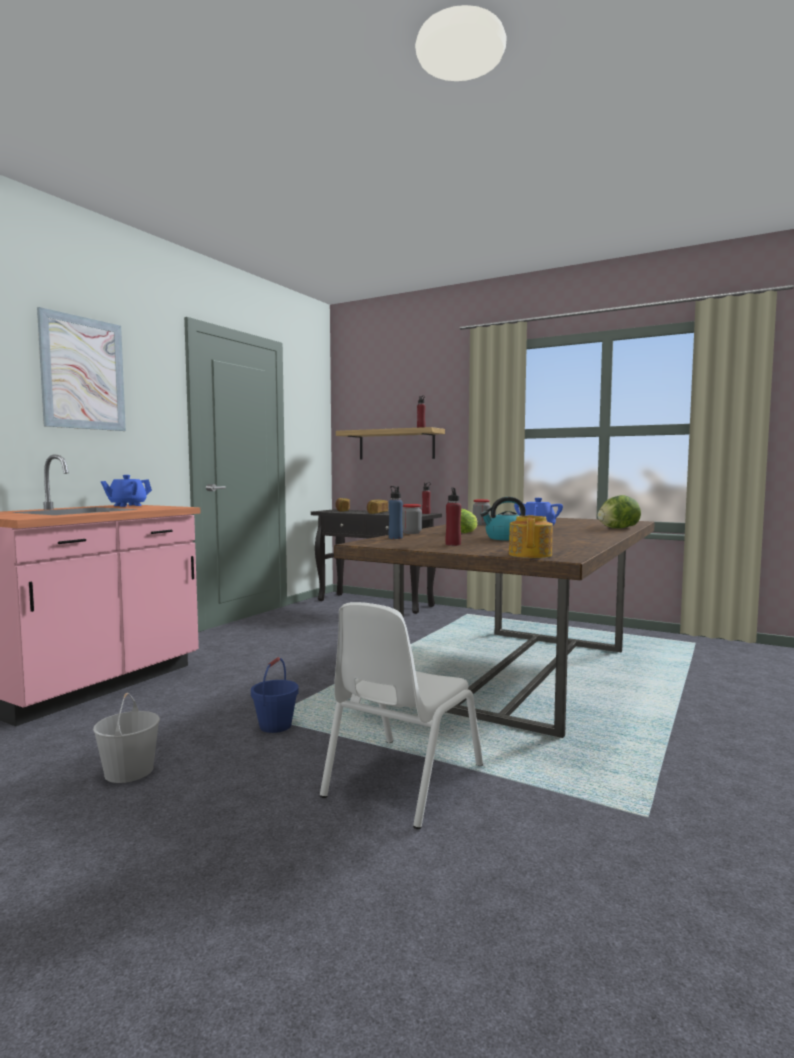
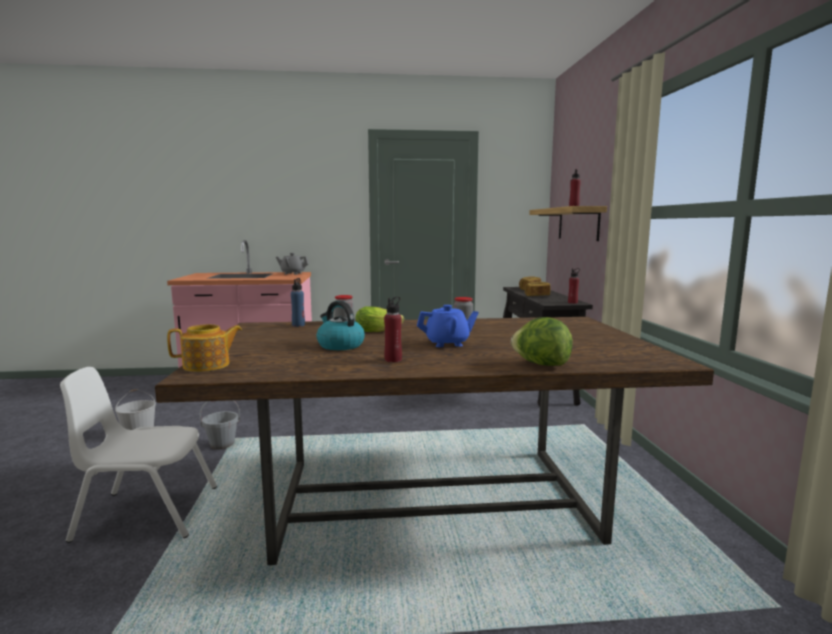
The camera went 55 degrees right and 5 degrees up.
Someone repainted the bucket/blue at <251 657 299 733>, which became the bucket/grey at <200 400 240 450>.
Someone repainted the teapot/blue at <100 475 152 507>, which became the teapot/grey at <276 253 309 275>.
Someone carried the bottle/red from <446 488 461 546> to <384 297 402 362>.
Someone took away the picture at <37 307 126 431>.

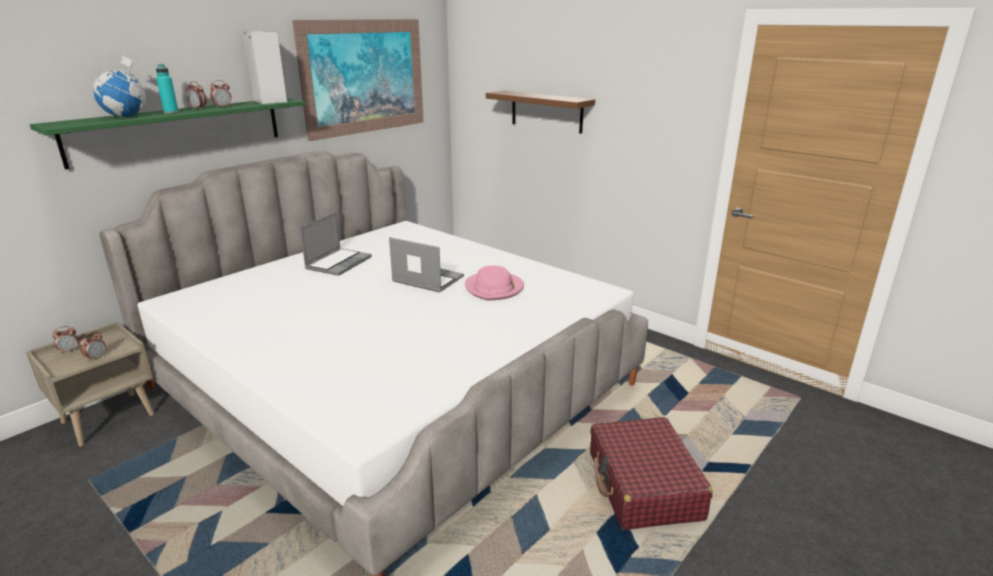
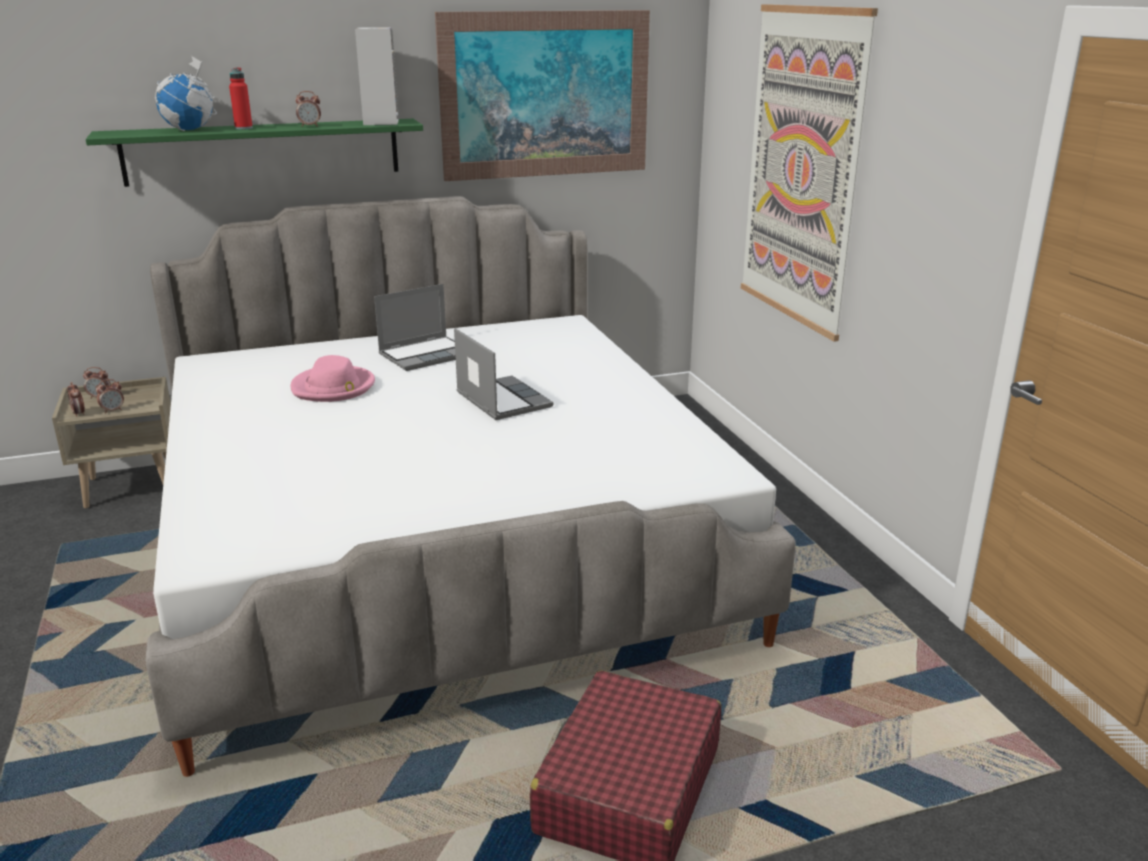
The camera went 30 degrees right and 0 degrees up.
Someone carried the alarm clock from <187 81 207 109> to <67 382 85 417>.
Someone repainted the bottle/turquoise at <156 64 179 113>, which became the bottle/red at <229 67 253 130>.
Someone carried the hat/pink from <465 266 524 301> to <291 355 375 402>.
Someone swapped the shelf/brown at <486 90 595 134> for the picture at <741 4 878 342>.

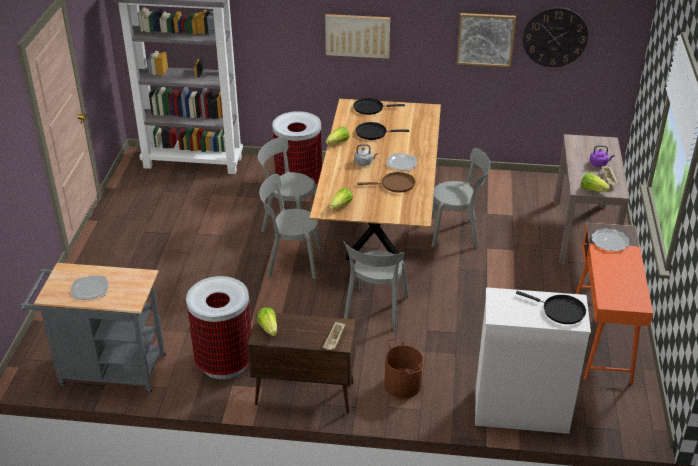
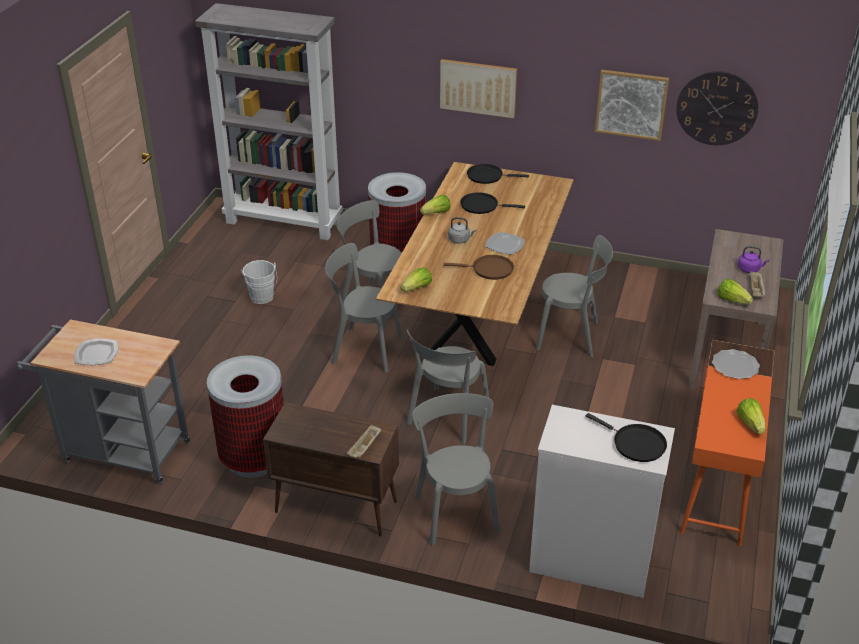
The camera went 10 degrees right and 0 degrees up.
Someone put down the bucket/white at <241 260 277 304>.
Someone swapped the bucket/brown at <384 337 423 398> for the chair/grey at <412 393 500 545>.
Someone carried the lettuce from <257 307 277 336> to <736 398 766 434>.

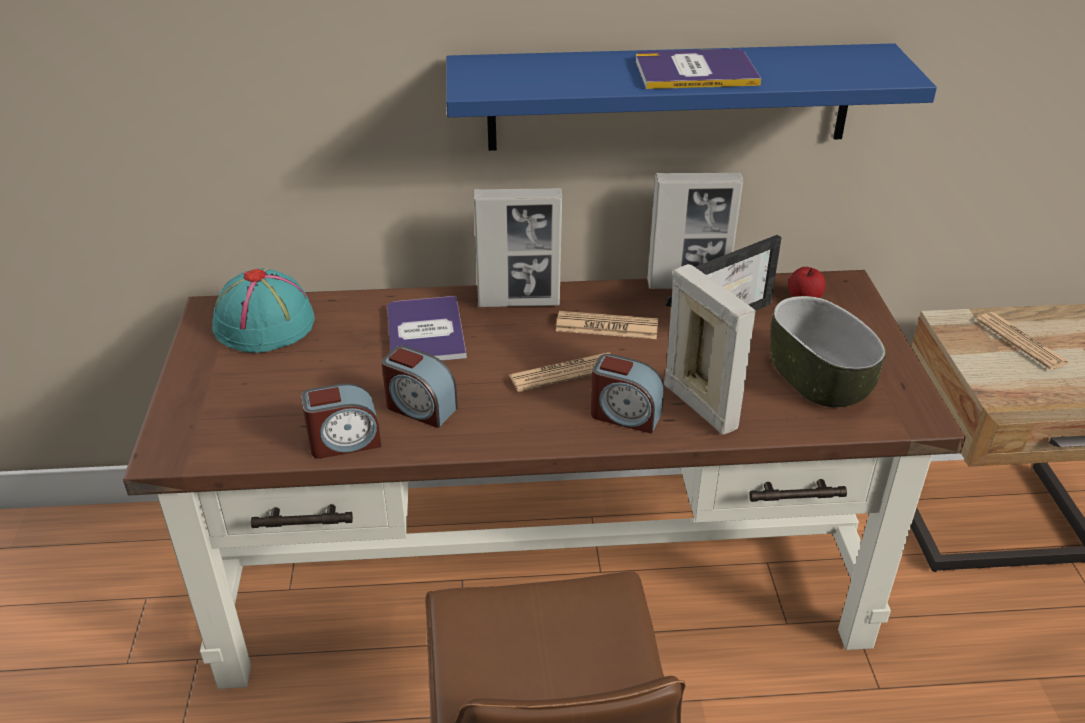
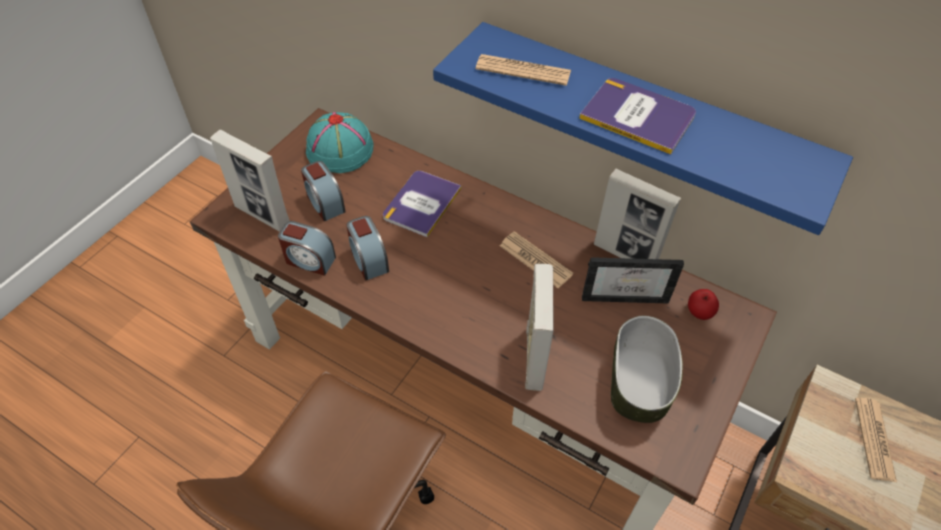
The camera went 35 degrees right and 15 degrees up.
Someone carried the picture frame from <474 188 562 307> to <210 130 290 232>.
Someone carried the alarm clock from <591 354 664 434> to <301 161 346 221>.
Someone carried the newspaper from <509 352 611 392> to <476 54 571 86>.

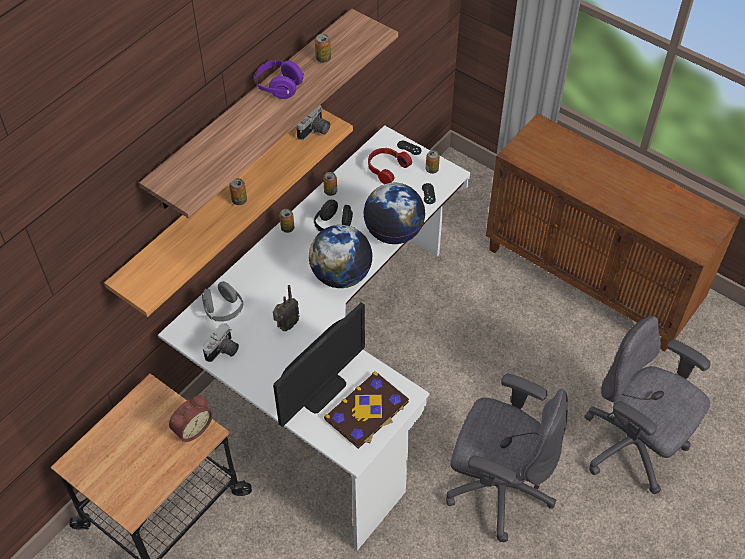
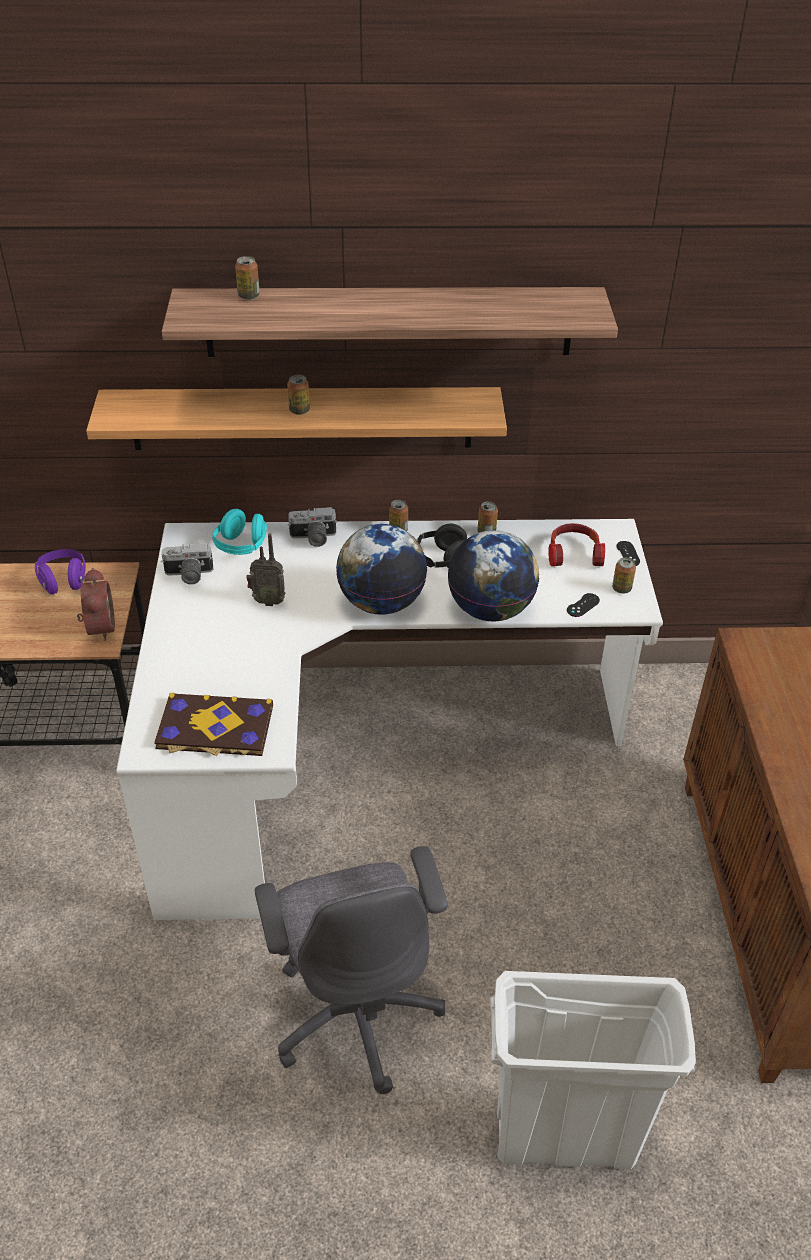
The camera went 50 degrees right and 10 degrees down.
Someone carried the headphones/purple from <255 60 304 99> to <35 549 86 595>.
Someone rotated the alarm clock at <169 395 213 442> by 105 degrees counterclockwise.
Someone repainted the headphones/grey at <202 281 244 322>, which became the headphones/turquoise at <212 509 267 555>.
Someone carried the can from <315 34 331 63> to <235 256 260 300>.
Someone carried the photo camera from <296 105 330 140> to <288 507 337 547>.
Someone swapped the office chair/grey at <584 316 710 494> for the trash can/white at <490 971 696 1169>.
Someone took away the monitor at <273 302 365 427>.

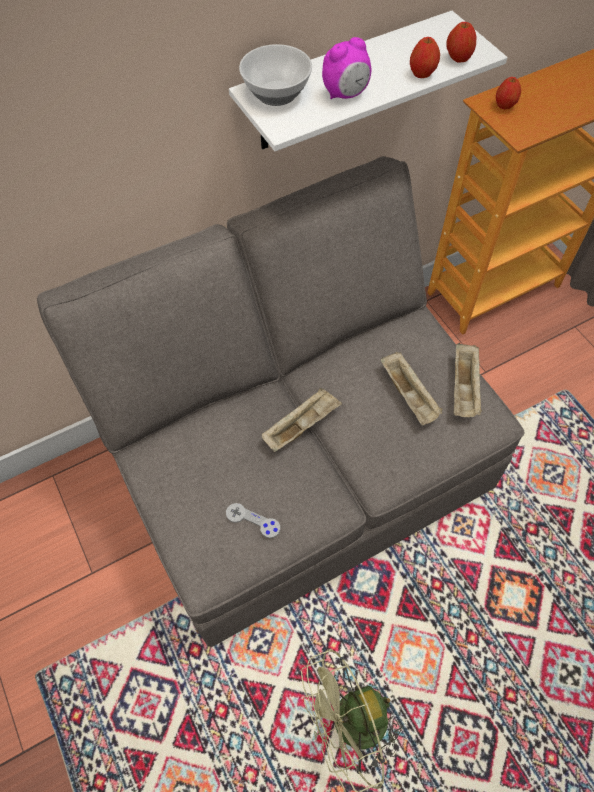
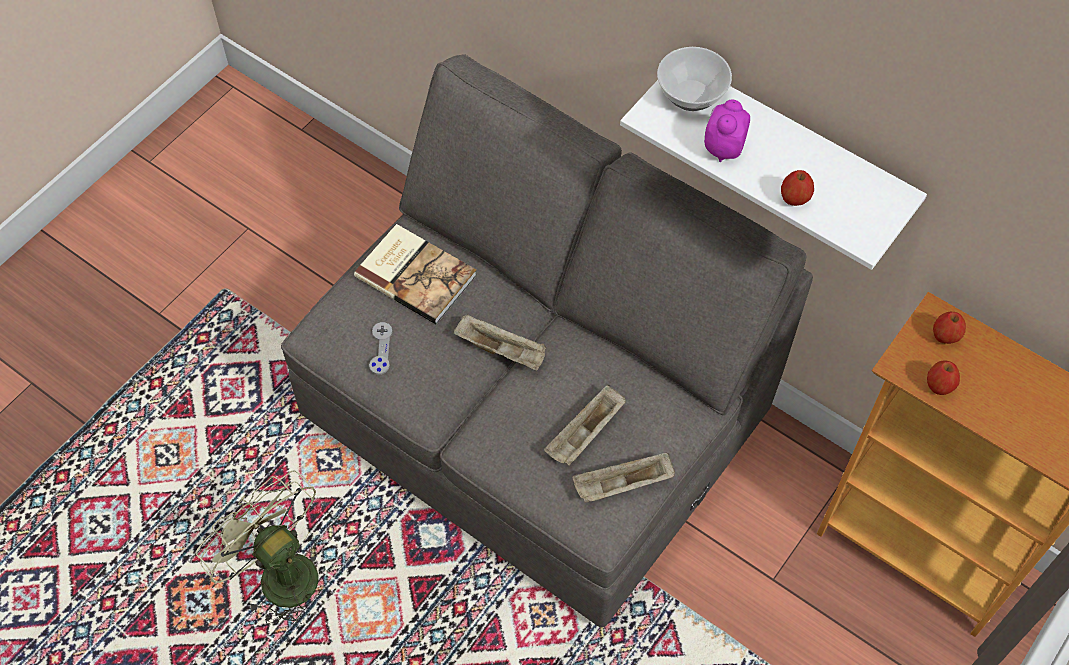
The camera went 65 degrees right and 0 degrees up.
Someone put down the book at <354 224 477 324>.
Someone rotated the alarm clock at <322 37 372 99> by 75 degrees clockwise.
Someone carried the apple from <446 22 476 62> to <927 360 960 395>.

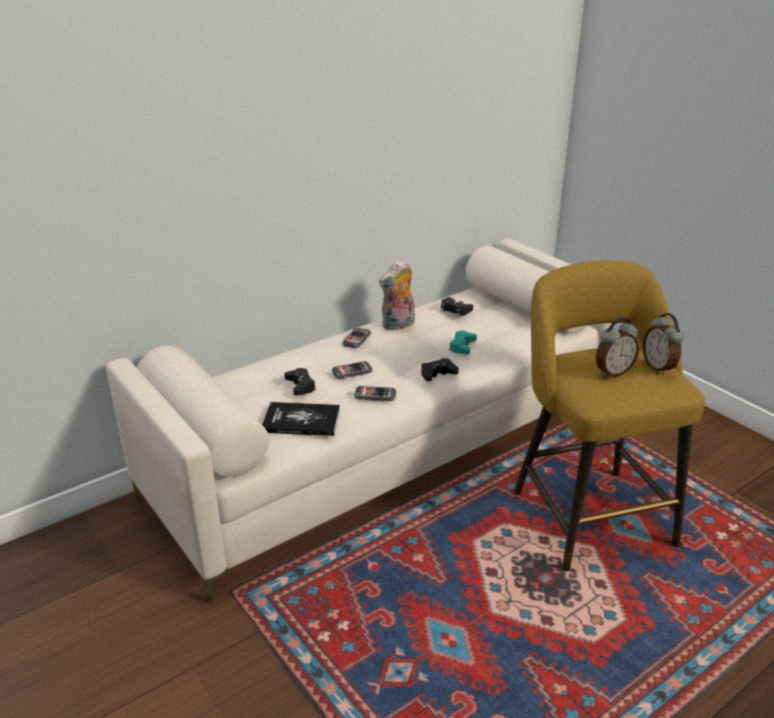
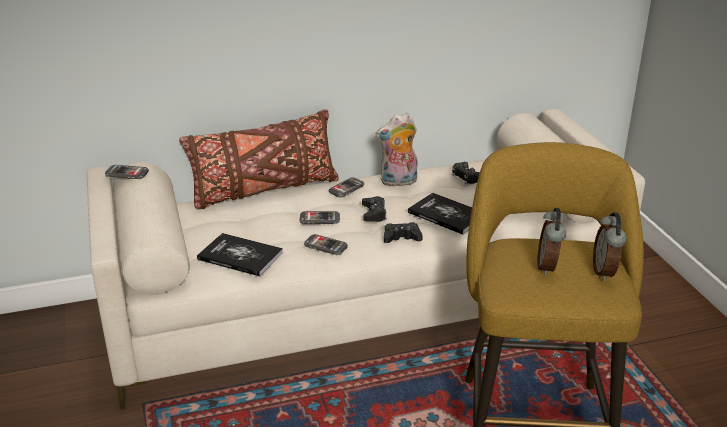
The camera went 20 degrees right and 0 degrees up.
Someone put down the phone at <105 165 149 179>.
Someone put down the pillow/brown at <179 109 339 209>.
Someone carried the game controller/black from <284 368 316 395> to <362 196 387 222>.
Someone swapped the game controller/turquoise at <449 331 477 354> for the book at <408 193 472 235>.
Someone rotated the alarm clock at <596 318 639 377> by 105 degrees clockwise.

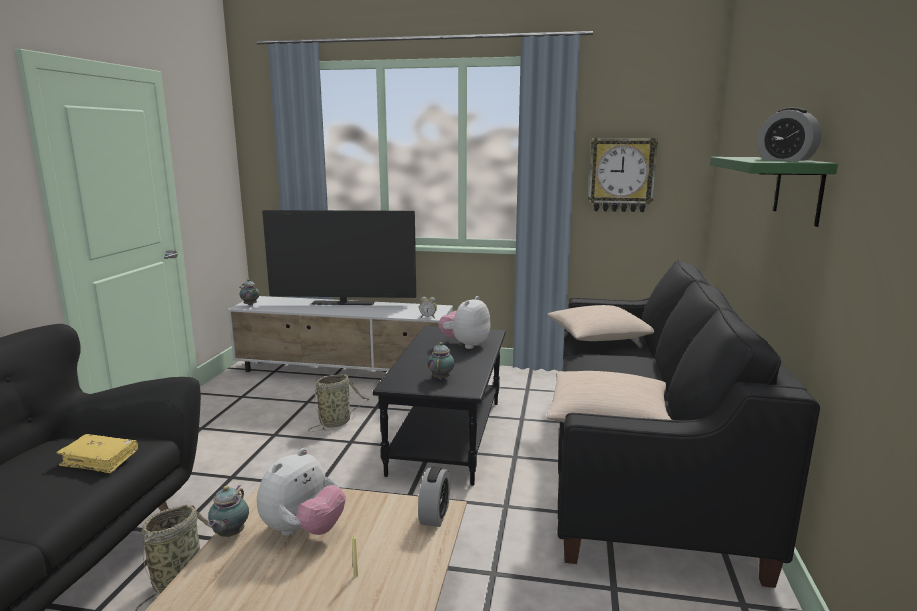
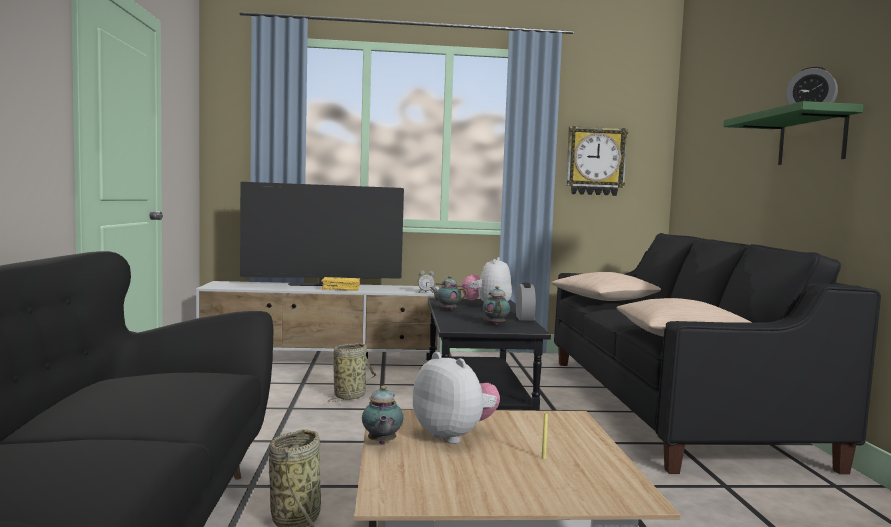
The camera went 15 degrees left and 10 degrees down.
Someone carried the book/yellow from <56 434 138 473> to <321 277 360 291>.
Someone rotated the plush toy at <257 448 346 536> by 60 degrees counterclockwise.
Someone carried the teapot from <240 279 260 306> to <430 276 467 310>.
Someone carried the alarm clock from <418 466 450 527> to <516 283 536 321>.

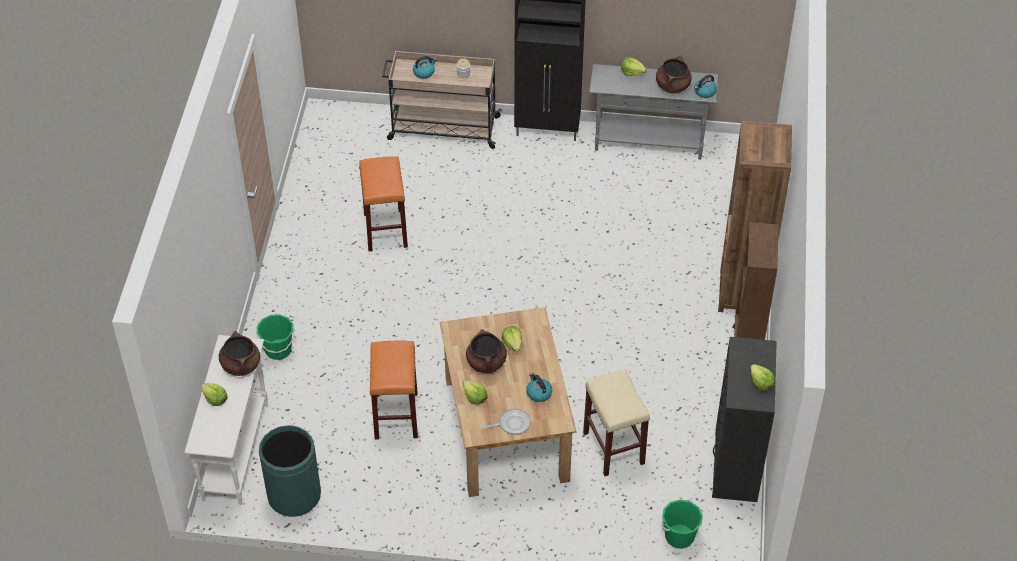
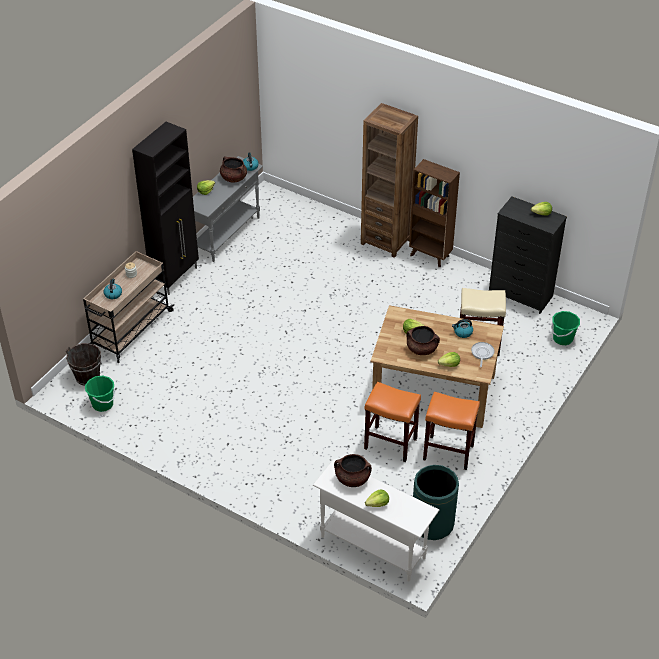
The camera went 65 degrees left and 5 degrees down.
Someone put down the bucket/brown at <66 343 102 386>.
Someone carried the bucket/green from <256 314 295 360> to <85 376 116 412>.
Someone carried the stool/orange from <359 156 408 251> to <423 392 480 470>.

